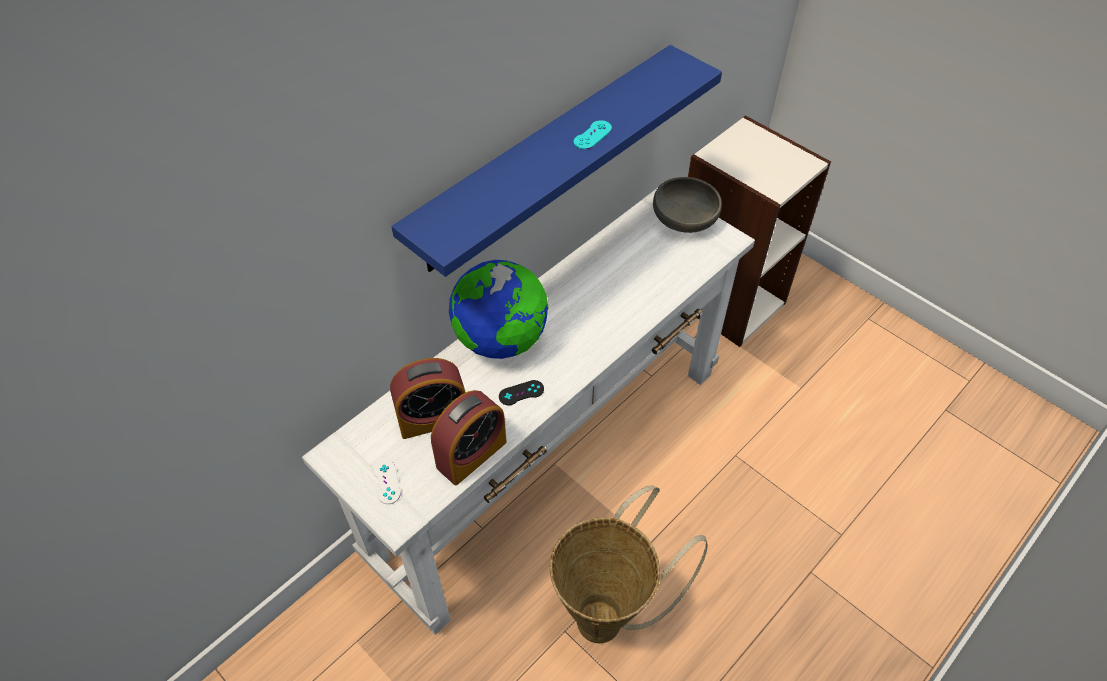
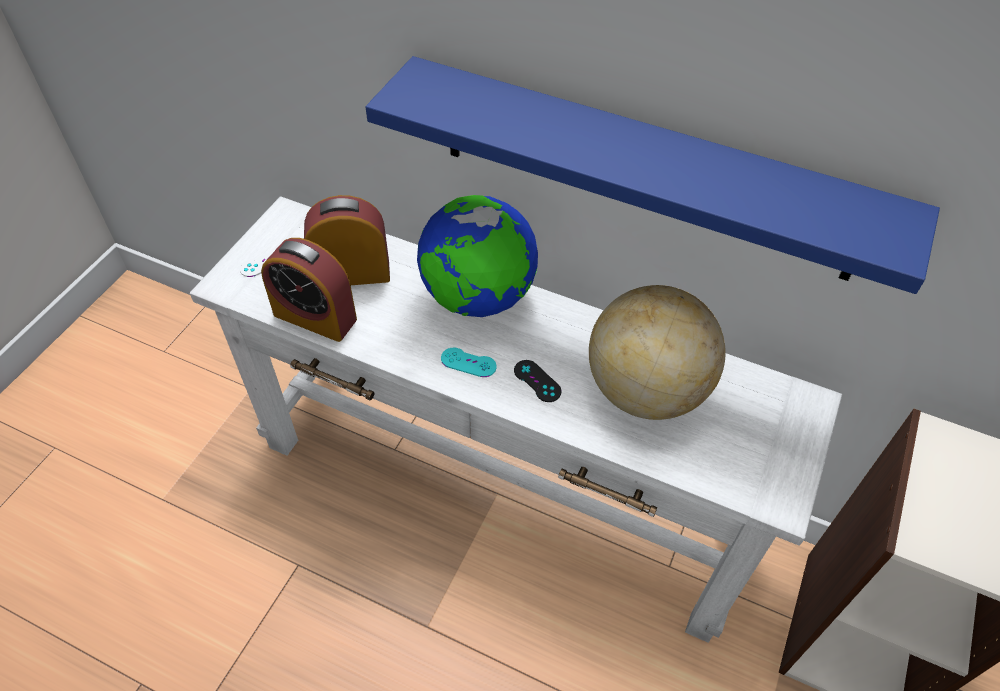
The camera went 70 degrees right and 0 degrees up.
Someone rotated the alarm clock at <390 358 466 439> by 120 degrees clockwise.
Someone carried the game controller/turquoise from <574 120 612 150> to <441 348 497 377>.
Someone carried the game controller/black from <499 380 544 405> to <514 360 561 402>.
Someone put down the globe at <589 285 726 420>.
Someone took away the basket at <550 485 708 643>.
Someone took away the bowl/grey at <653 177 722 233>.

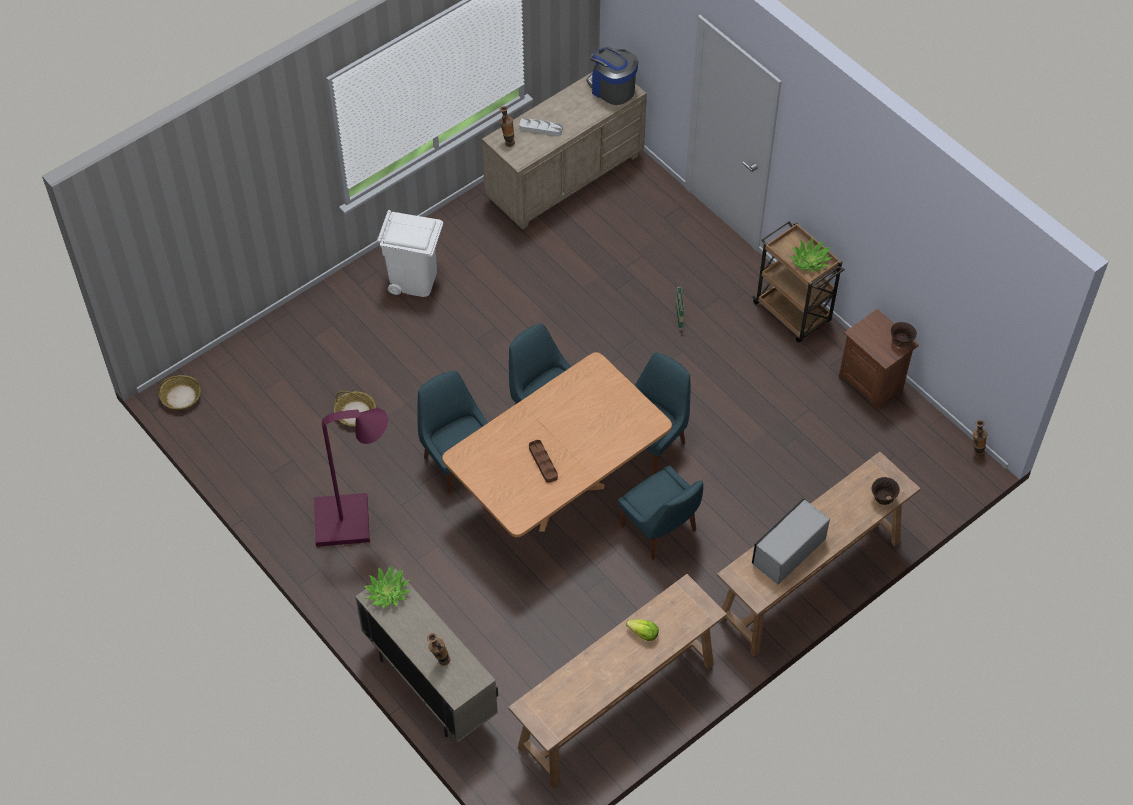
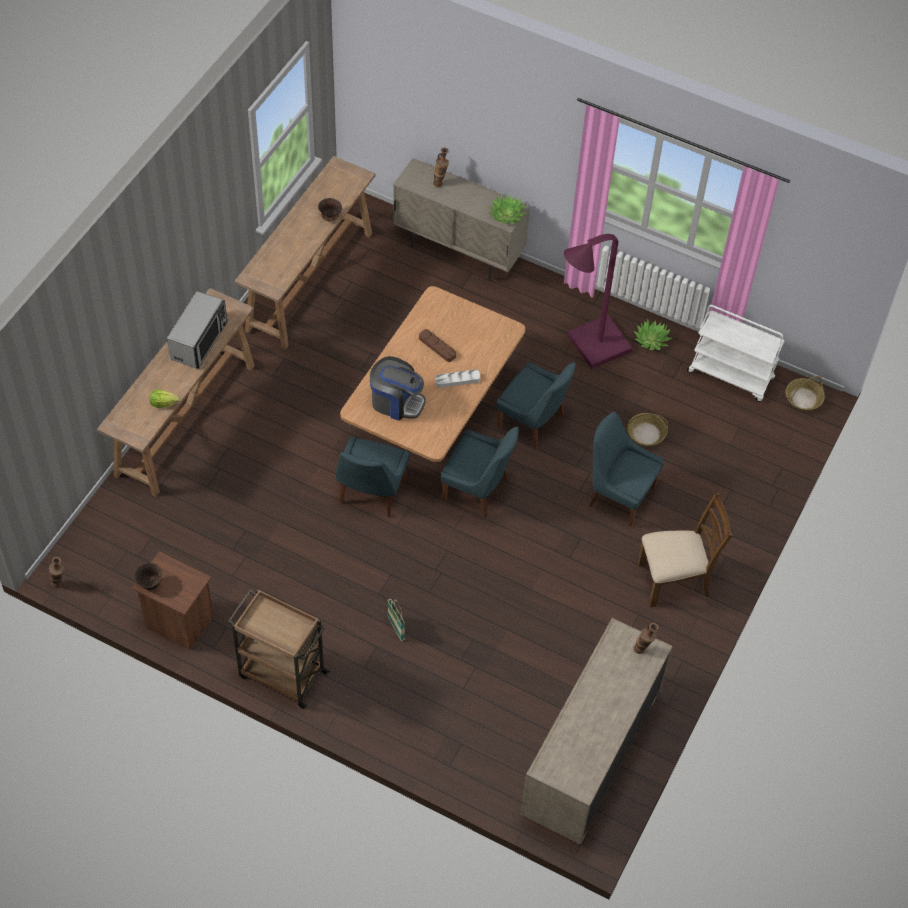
The camera went 155 degrees right and 0 degrees up.
Someone carried the lettuce from <626 619 659 641> to <150 390 180 408>.
Someone carried the bowl/brown from <871 477 900 505> to <318 198 342 222>.
Someone carried the coffee machine from <587 47 639 105> to <370 356 426 421>.
Someone carried the tray/grey from <519 118 563 136> to <435 369 480 388>.
Someone carried the chair/blue from <618 465 703 560> to <589 412 664 527>.
Someone carried the potted plant from <790 237 832 272> to <633 319 672 350>.
Someone swapped the trash can/white at <377 210 443 297> for the chair/brown at <637 492 733 607>.
Someone put down the cart/white at <687 305 784 402>.

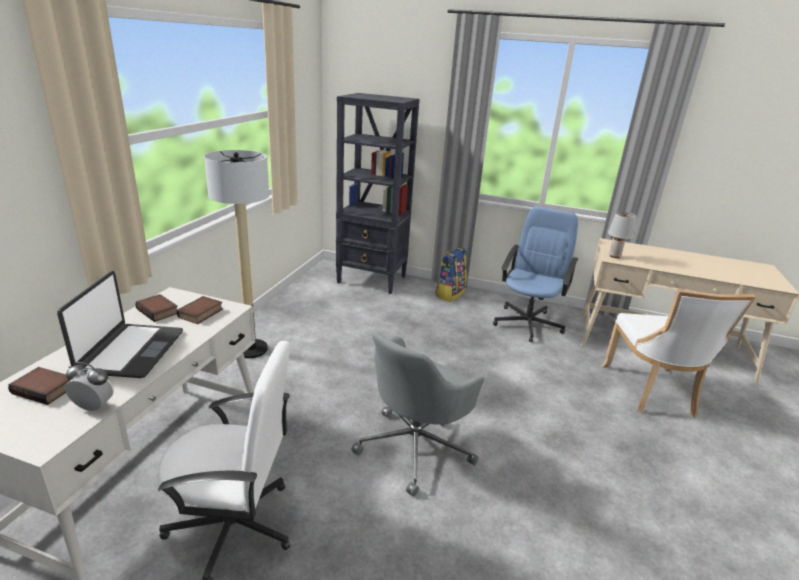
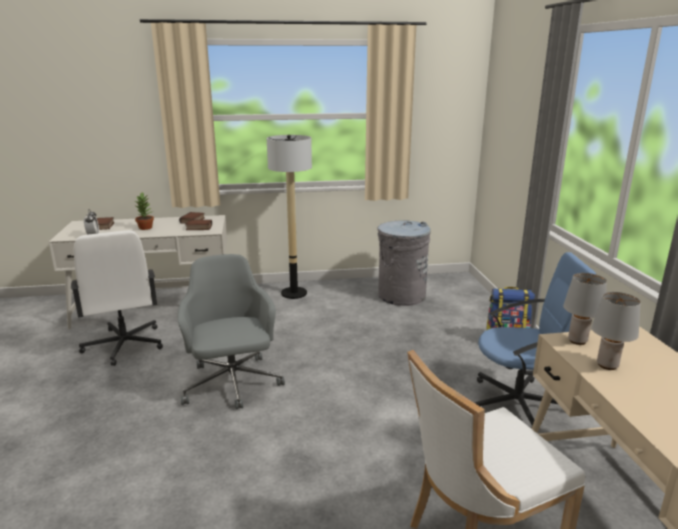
The camera went 65 degrees right and 5 degrees down.
Someone swapped the laptop at <57 271 183 378> for the potted plant at <134 192 154 230>.
Someone rotated the office chair/grey at <351 332 484 497> by 60 degrees clockwise.
Someone put down the trash can/grey at <377 221 430 306>.
Someone put down the table lamp/grey at <592 292 641 370>.
Someone took away the bookcase/black at <336 93 420 294>.

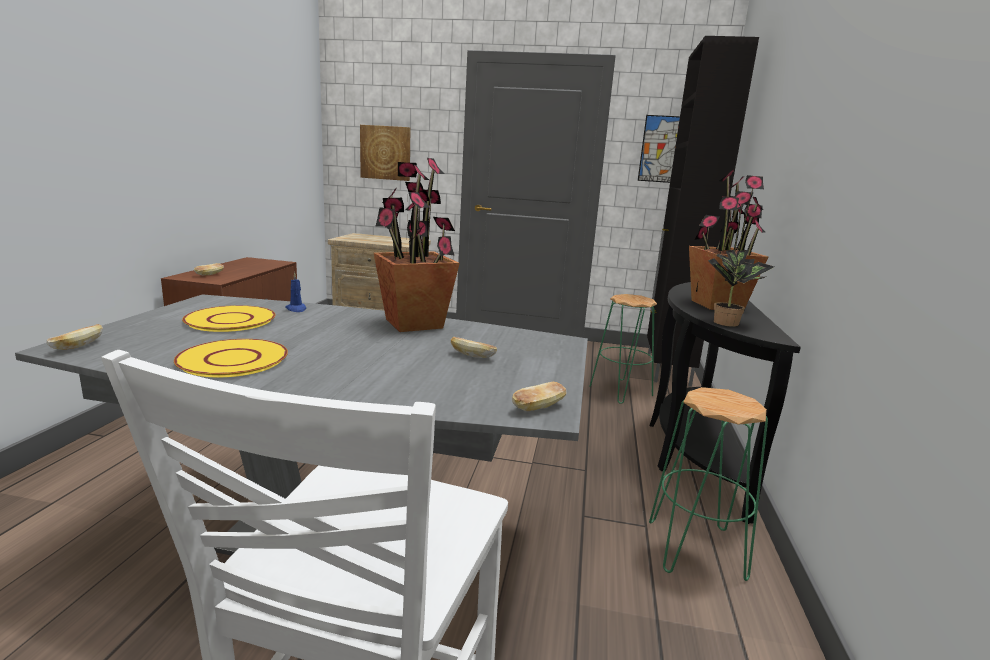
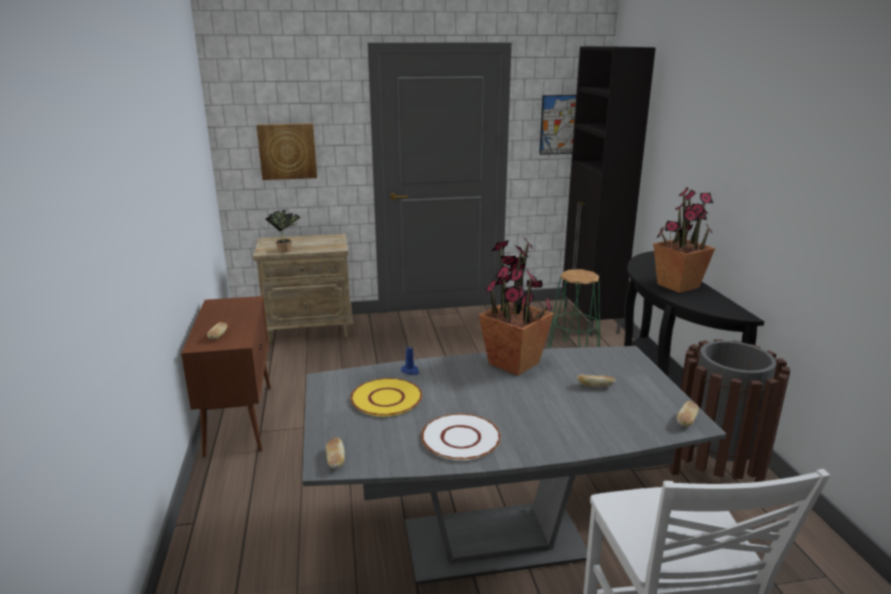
The camera went 20 degrees left and 5 degrees up.
Someone carried the potted plant from <708 250 774 327> to <266 210 301 253>.
Someone repainted the plate/yellow at <174 339 288 377>, which became the plate/white at <421 414 501 460>.
Someone swapped the stool/green at <649 387 768 581> for the trash can/brown at <670 339 790 482>.

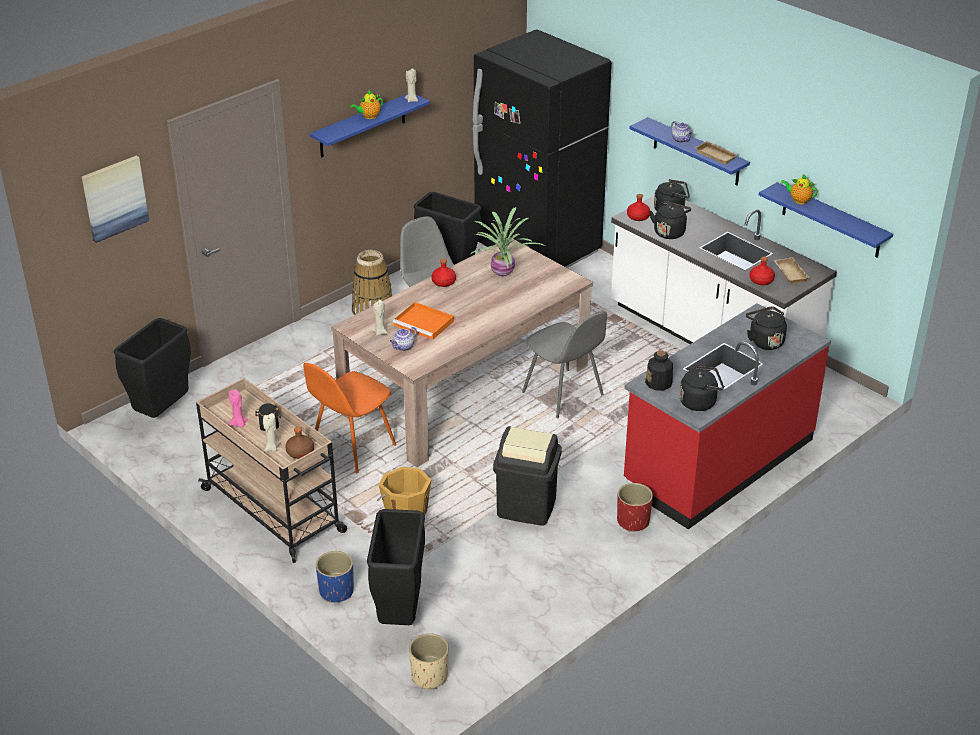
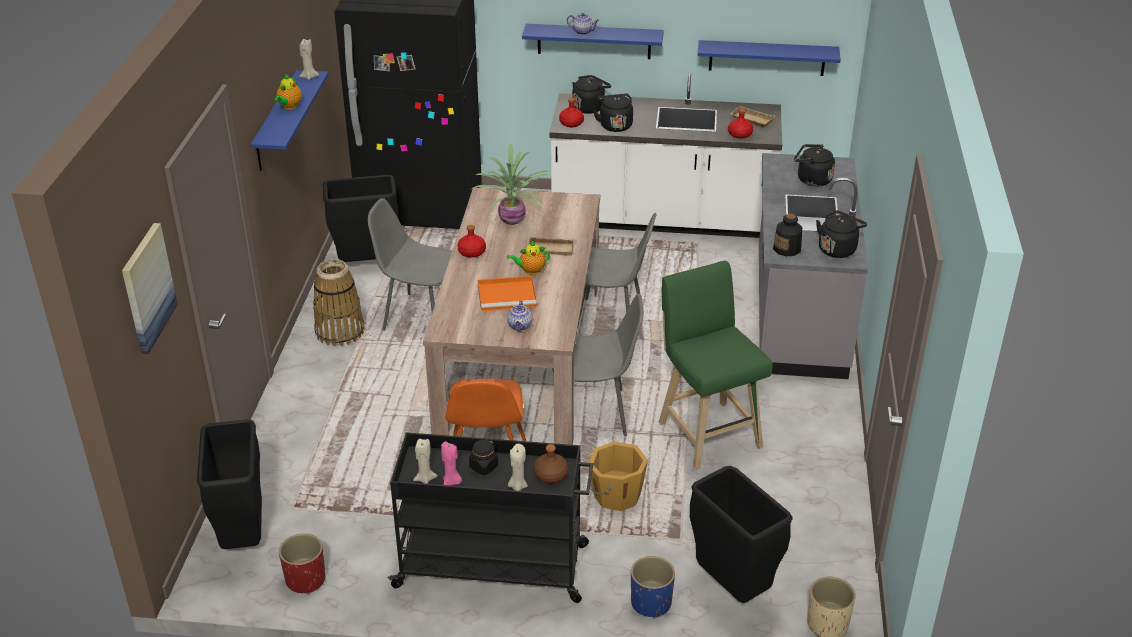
The camera went 40 degrees left and 0 degrees up.
Someone carried the planter/red from <617 483 653 532> to <279 533 325 594>.
Someone repainted the cart/beige at <196 378 347 563>, which became the cart/black at <388 432 593 603>.
Someone carried the candle/beige from <372 300 388 336> to <413 439 438 484>.
Someone carried the teapot from <781 174 817 204> to <507 240 550 275>.
Someone carried the tray/beige from <696 141 738 165> to <527 236 575 256>.
Someone put down the chair/grey at <552 293 643 436>.
Someone swapped the trash can/black at <493 426 562 526> for the stool/green at <659 261 773 469>.
Someone repainted the counter/red at <624 303 831 529>, which became the counter/grey at <759 153 868 379>.

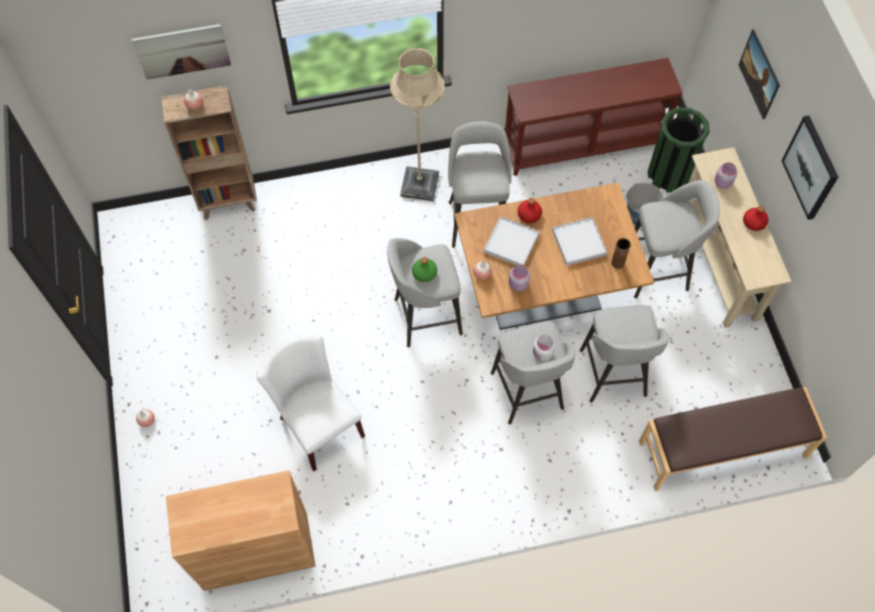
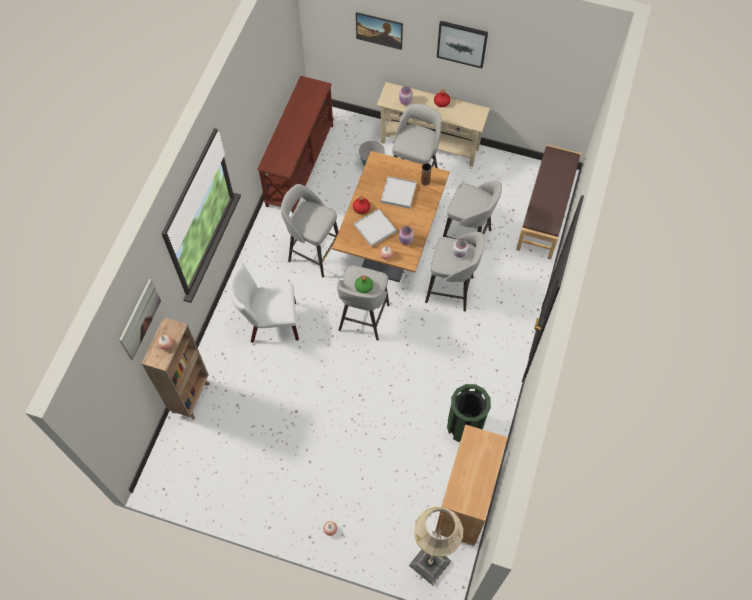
The camera went 60 degrees left and 0 degrees up.
Someone carried the chair/white from <257 335 365 471> to <229 262 299 343>.
Someone carried the floor lamp/beige from <390 48 445 201> to <409 507 463 586>.
Someone carried the trash can/green from <648 108 710 193> to <447 384 491 442>.

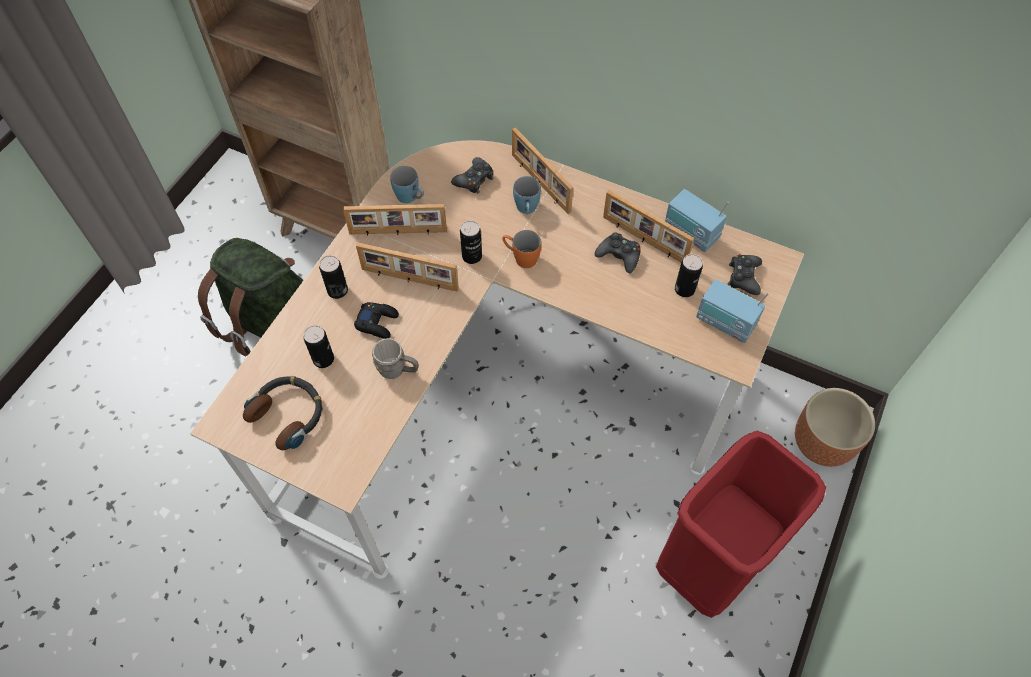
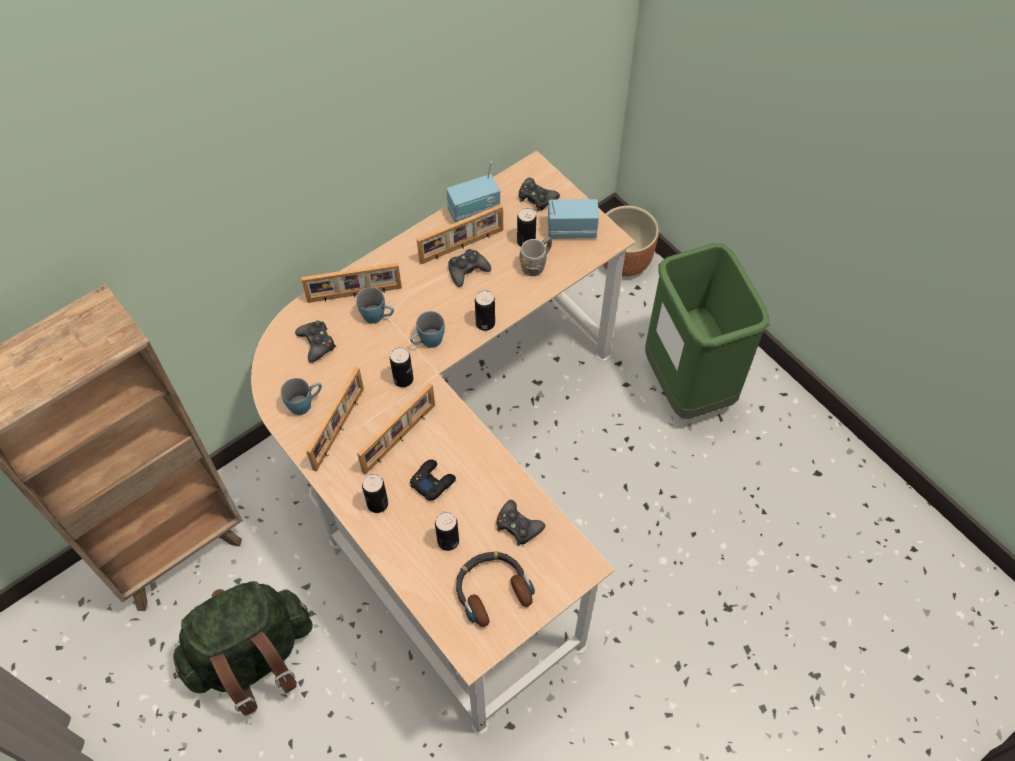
The camera went 65 degrees left and 0 degrees up.
Someone repainted the mug/orange at <502 230 541 268>, which became the mug/blue at <410 311 445 348>.
Someone put down the can at <475 290 495 331>.
Someone put down the game controller/black at <496 500 546 546>.
Someone carried the mug/grey from <372 338 419 379> to <519 237 552 276>.
Someone rotated the radio at <696 279 769 343> by 150 degrees counterclockwise.
Someone repainted the trash can/red at <656 431 826 618>, which became the trash can/green at <645 243 769 419>.

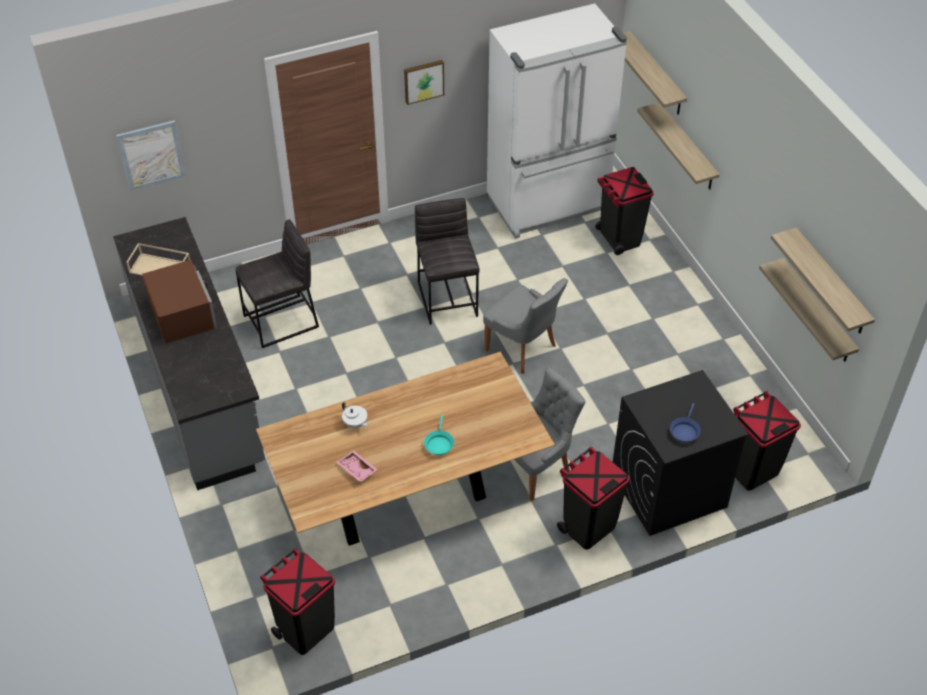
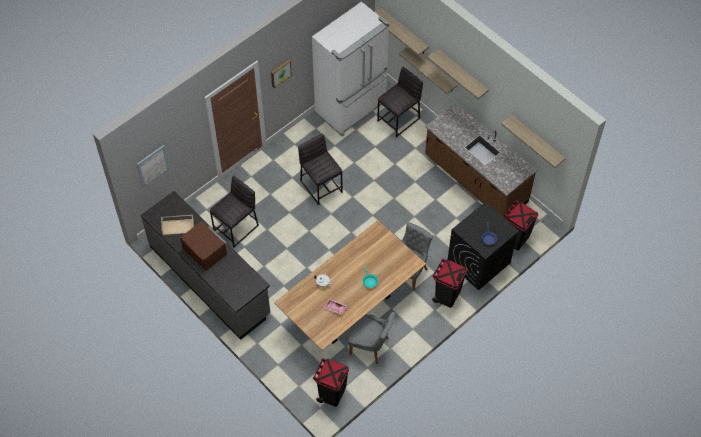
The camera went 20 degrees left and 10 degrees up.
Someone carried the chair/grey from <483 278 568 374> to <348 312 395 364>.
Someone swapped the trash can/black at <595 167 654 255> for the stool/grey at <377 67 423 137>.
Someone put down the counter/brown at <425 103 537 217>.
Someone carried the shelf from <759 258 859 362> to <427 49 489 99>.

